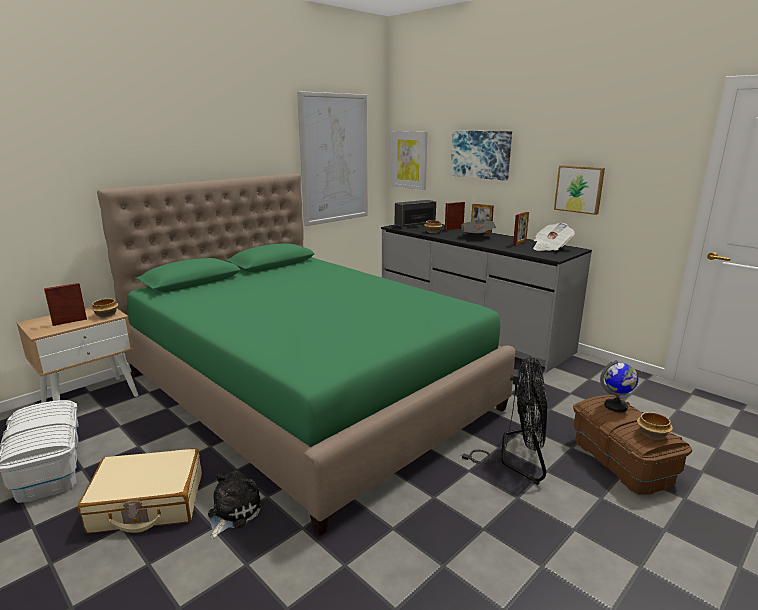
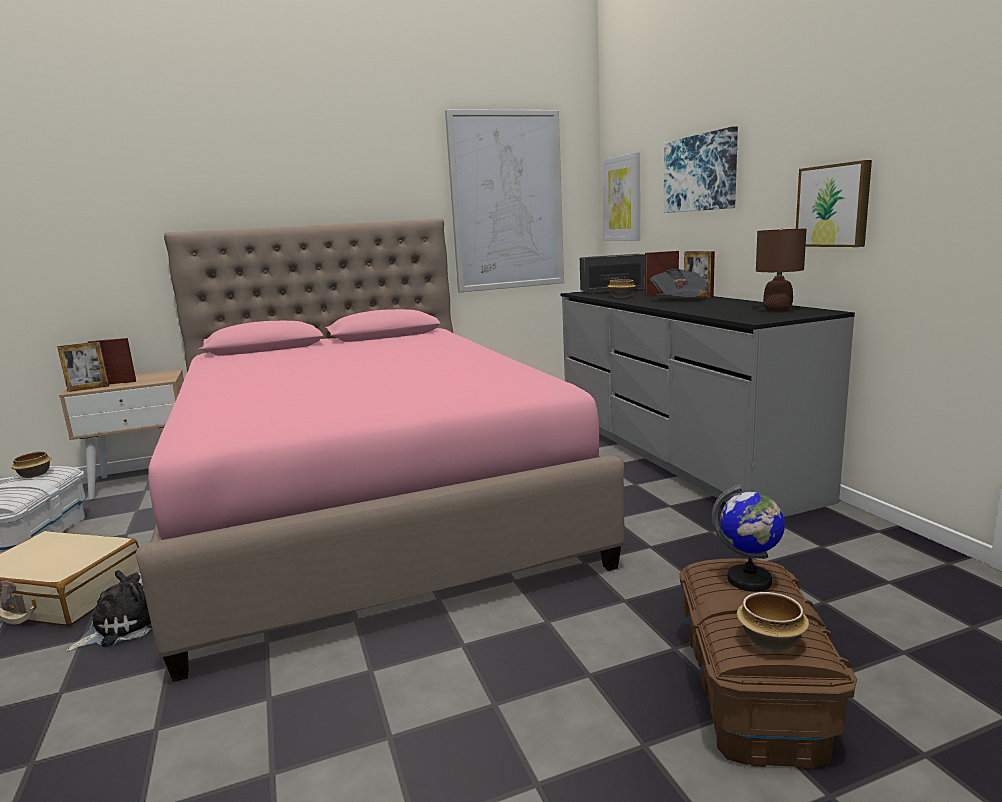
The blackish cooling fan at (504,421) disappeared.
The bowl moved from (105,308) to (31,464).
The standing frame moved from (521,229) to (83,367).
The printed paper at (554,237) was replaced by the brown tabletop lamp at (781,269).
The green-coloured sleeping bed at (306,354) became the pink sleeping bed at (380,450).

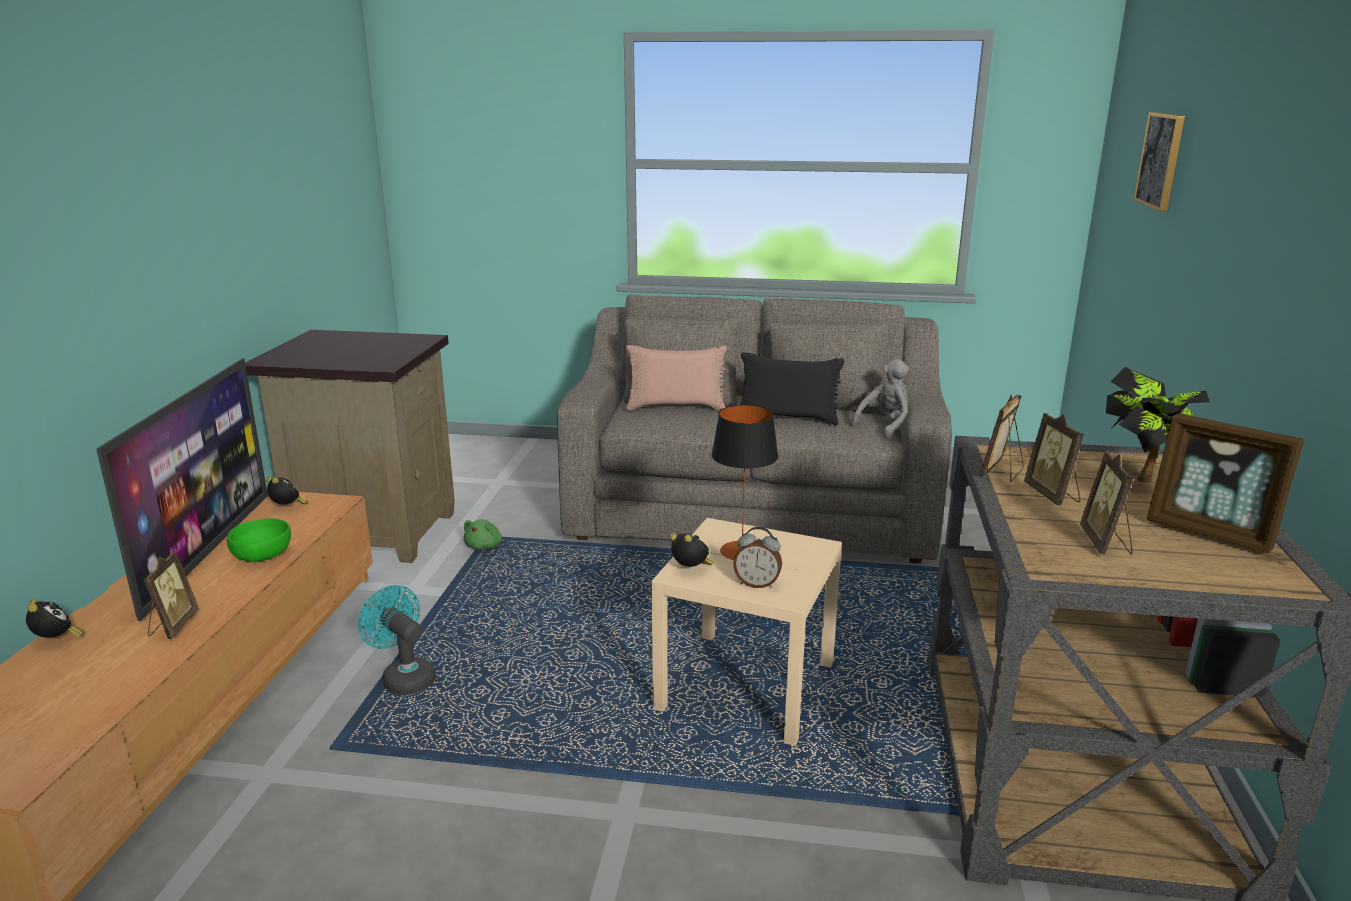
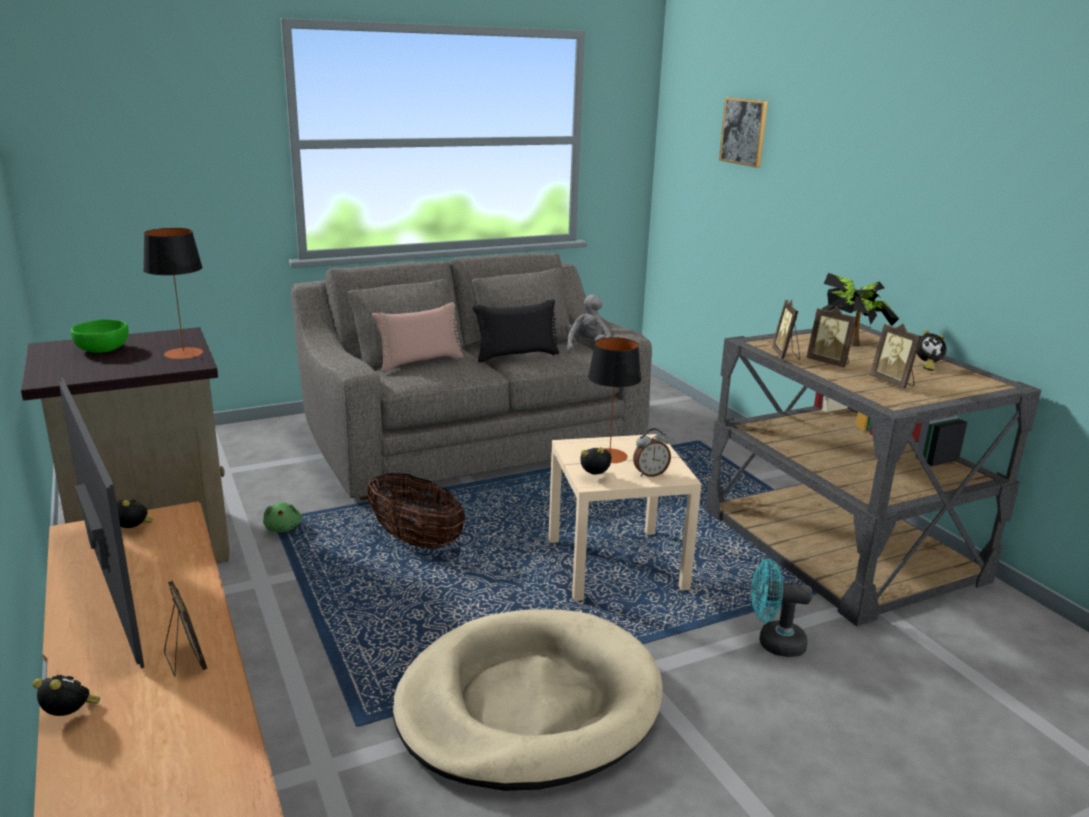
The tabletop lamp at (173,293) appeared.
The basket at (416,511) appeared.
The sand-coloured pet bed at (528,700) appeared.
The green-coloured bowl moved from (259,540) to (100,336).
The turquoise-coloured cooling fan moved from (397,640) to (781,608).
The standing frame at (1225,483) was replaced by the alarm clock at (932,350).

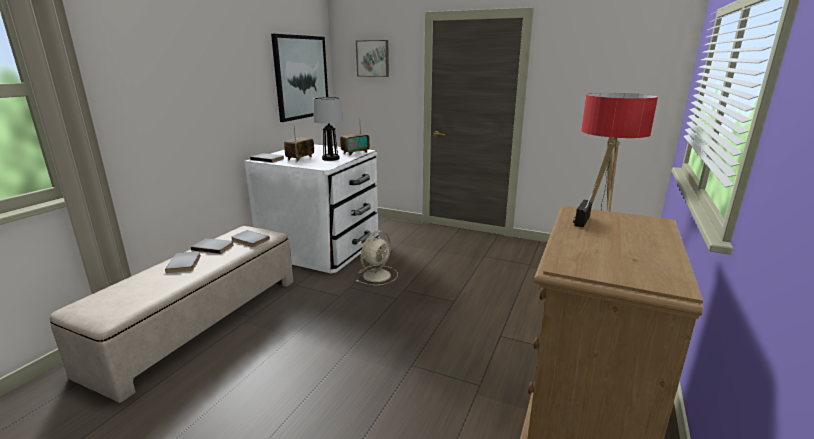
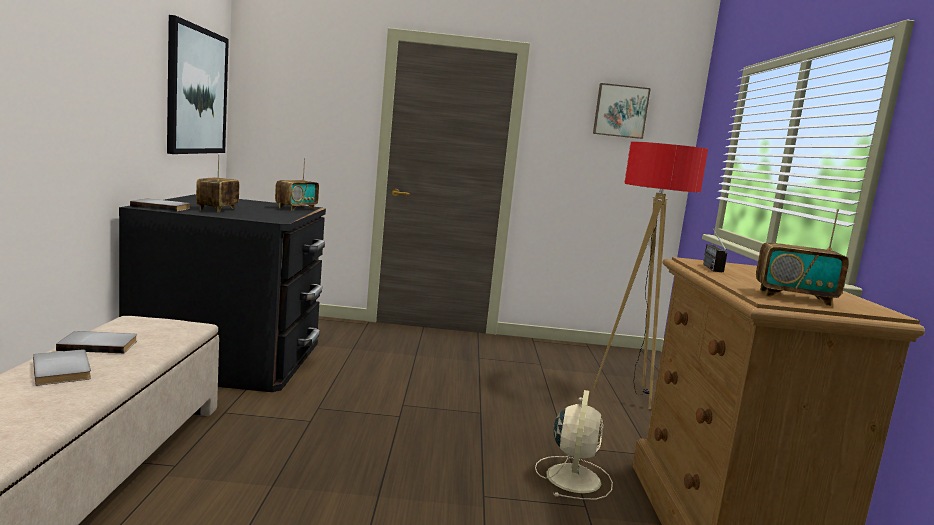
The grey book at (250,238) disappeared.
The tabletop lamp at (328,129) disappeared.
The radio set at (802,257) appeared.
The wall picture moved from (372,58) to (622,111).
The sand-coloured cooling fan moved from (377,258) to (574,445).
The white chest of drawers at (311,208) became the blackish chest of drawers at (222,293).

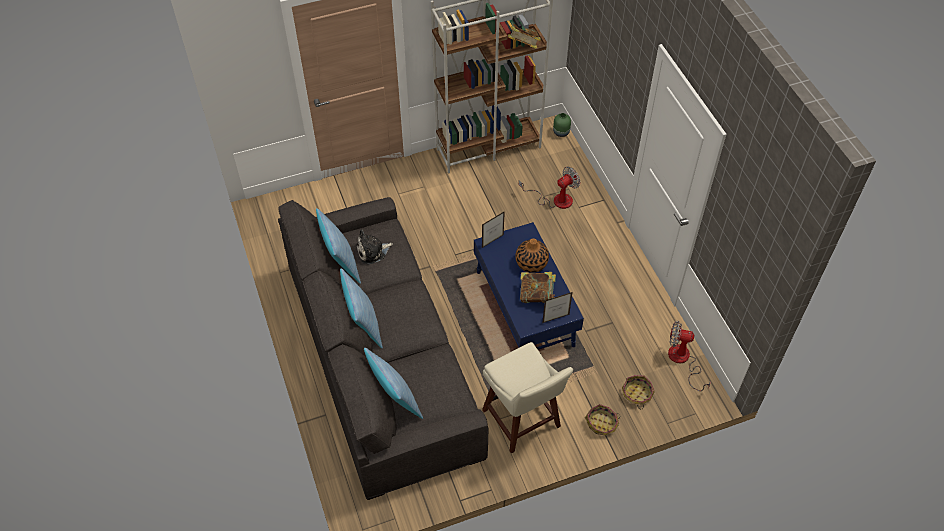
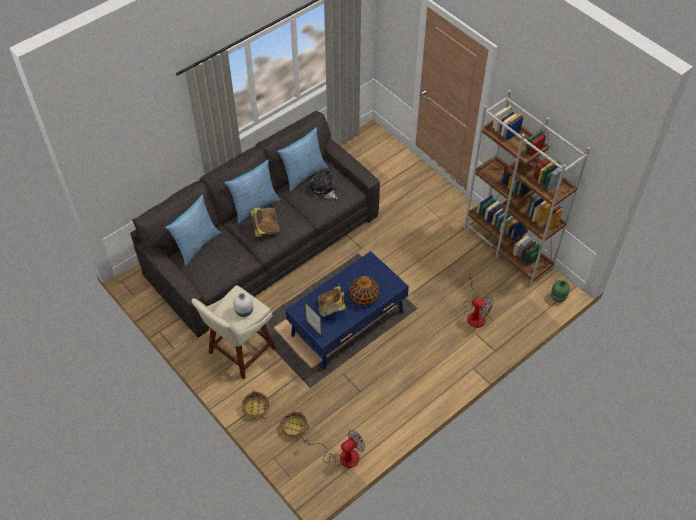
The standing frame at (493,229) disappeared.
The white decorative vase at (243,304) appeared.
The book moved from (524,36) to (265,222).
The cooling fan at (689,356) turned 60 degrees clockwise.

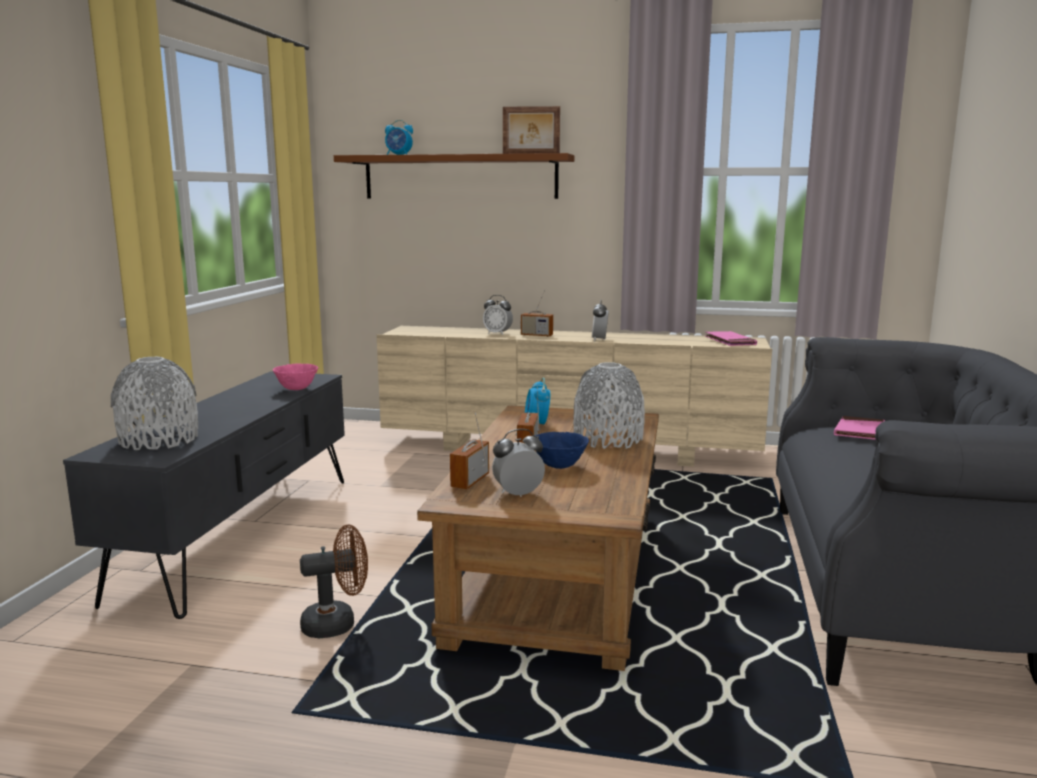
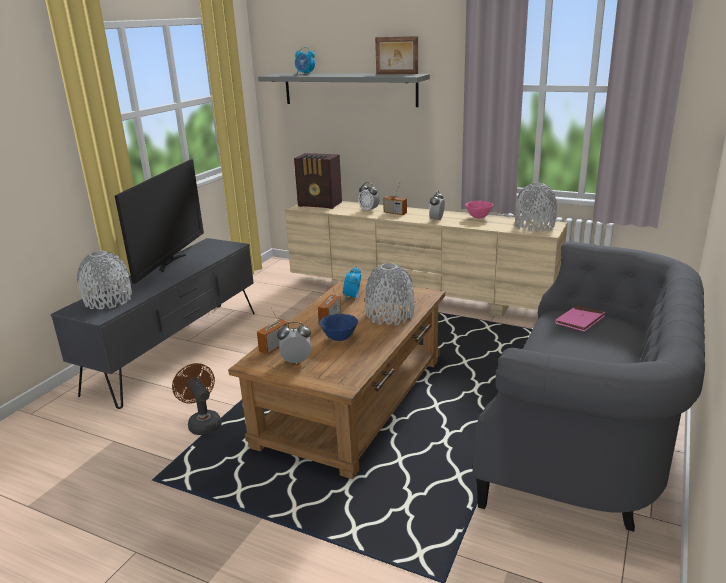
The TV at (159,221) appeared.
The radio set at (318,181) appeared.
The pink bowl moved from (295,377) to (479,209).
The pink book at (731,338) was replaced by the grey decorative vase at (536,207).
The brown bracket shelf at (454,176) became the grey bracket shelf at (344,90).
The brown cooling fan at (334,581) turned 120 degrees counterclockwise.

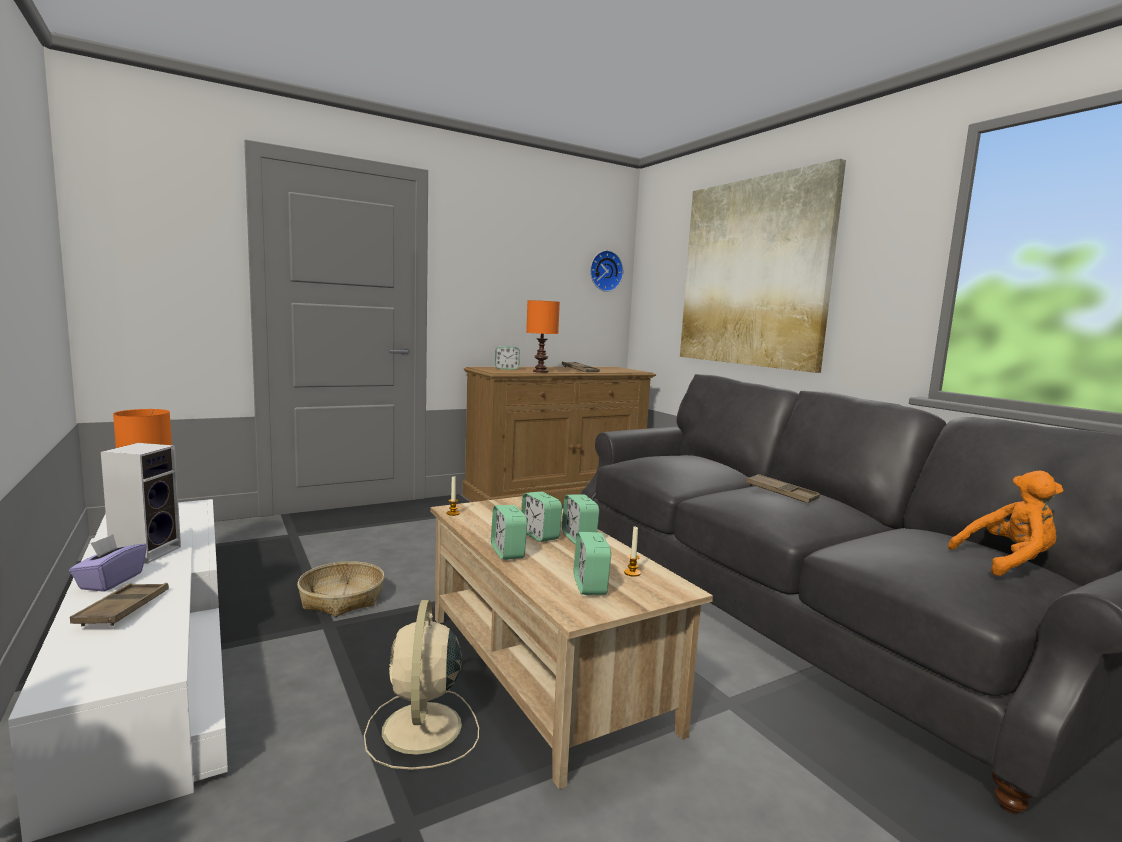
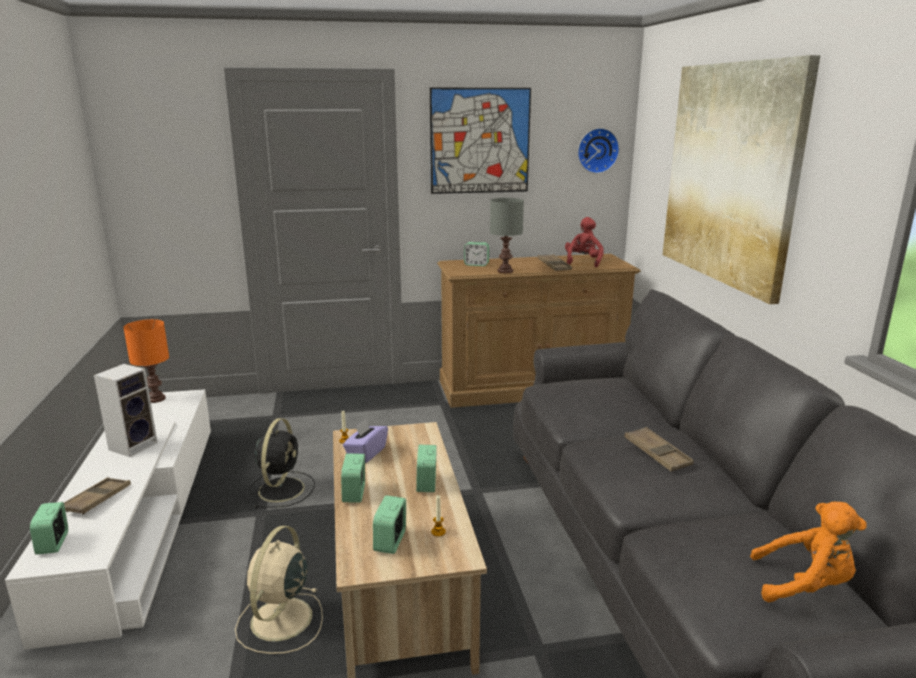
The wall picture at (480,141) appeared.
The reddish soft toy at (584,242) appeared.
The purplish tissue box moved from (108,563) to (365,440).
The alarm clock moved from (541,517) to (49,528).
The basket at (340,589) was replaced by the blackish cooling fan at (282,463).
The orangey tabletop lamp at (543,336) became the grey tabletop lamp at (507,235).

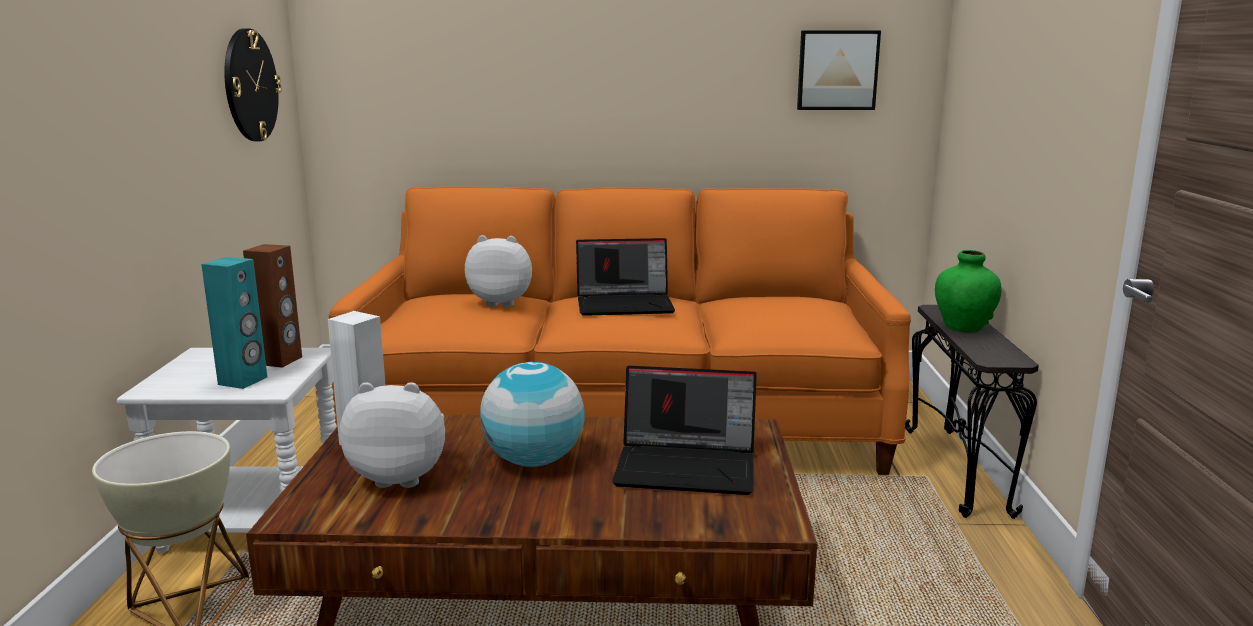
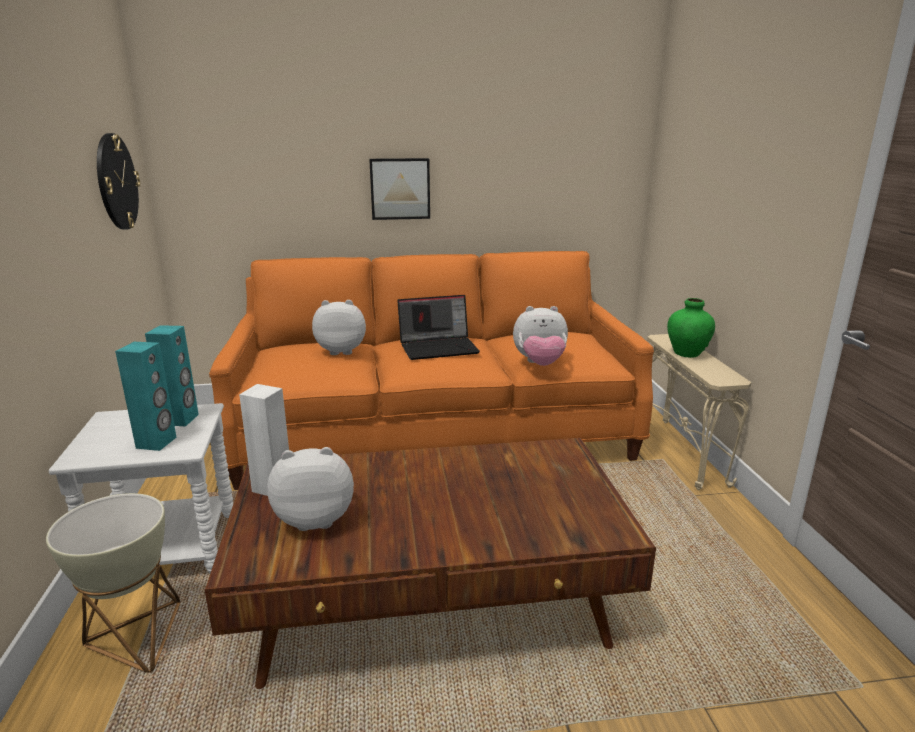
The world globe at (532,414) disappeared.
The notebook computer at (684,430) disappeared.
The soft toy at (540,336) appeared.
The wall picture moved from (839,70) to (399,189).
The brown audio speaker at (272,306) became the turquoise-coloured audio speaker at (172,375).
The blackish accent table at (972,412) became the sand-coloured accent table at (699,412).

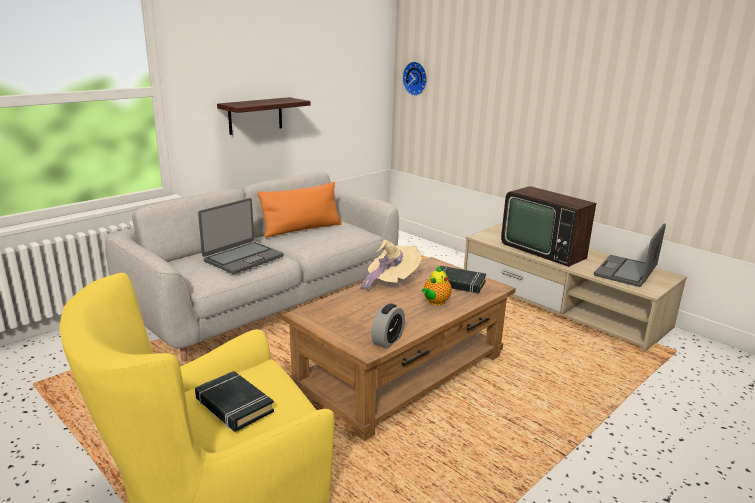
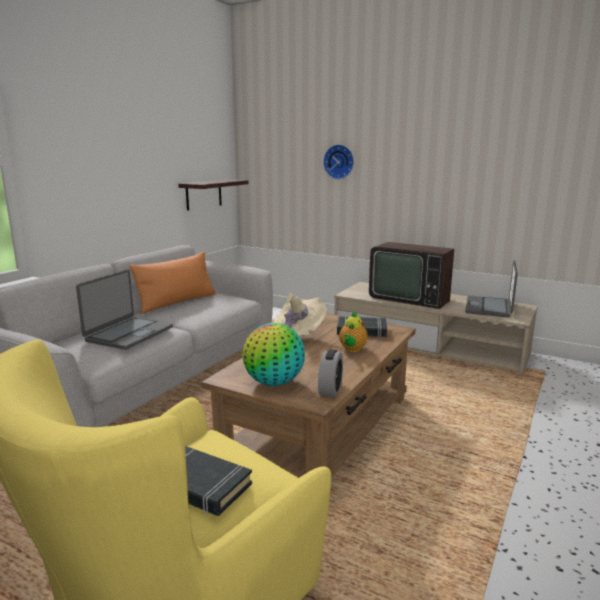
The world globe at (273,354) appeared.
The bracket shelf moved from (263,116) to (213,195).
The hanging clock moved from (414,78) to (338,162).

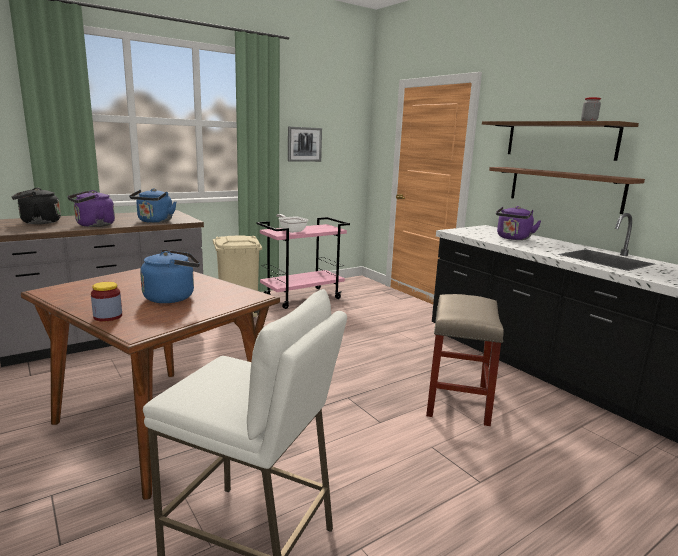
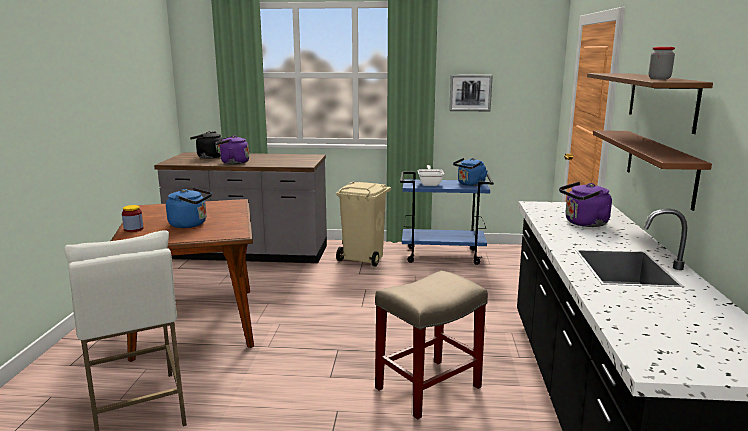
The bluish tea kettle moved from (152,205) to (470,172).
The pink trolley at (303,263) became the bluish trolley at (447,218).

